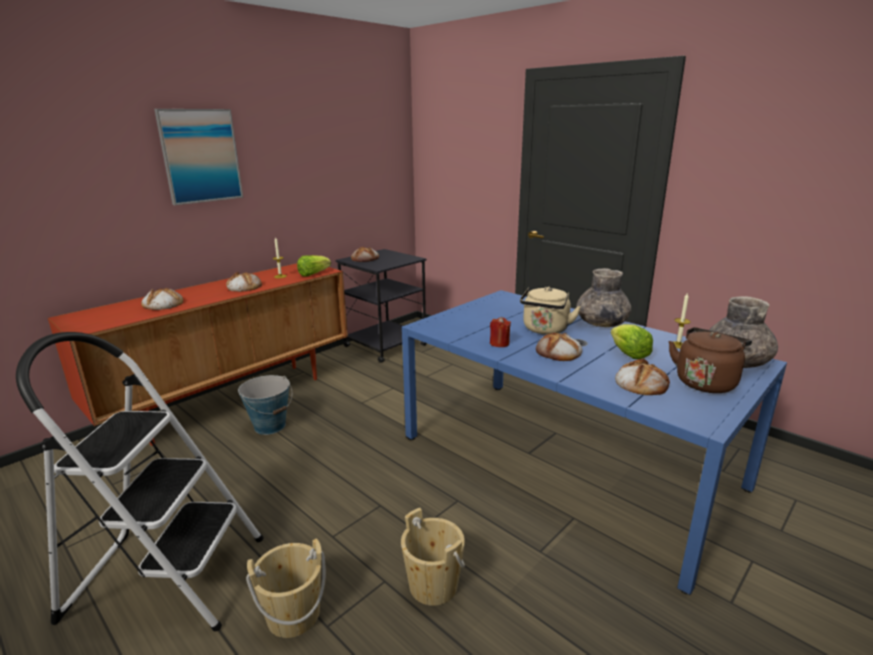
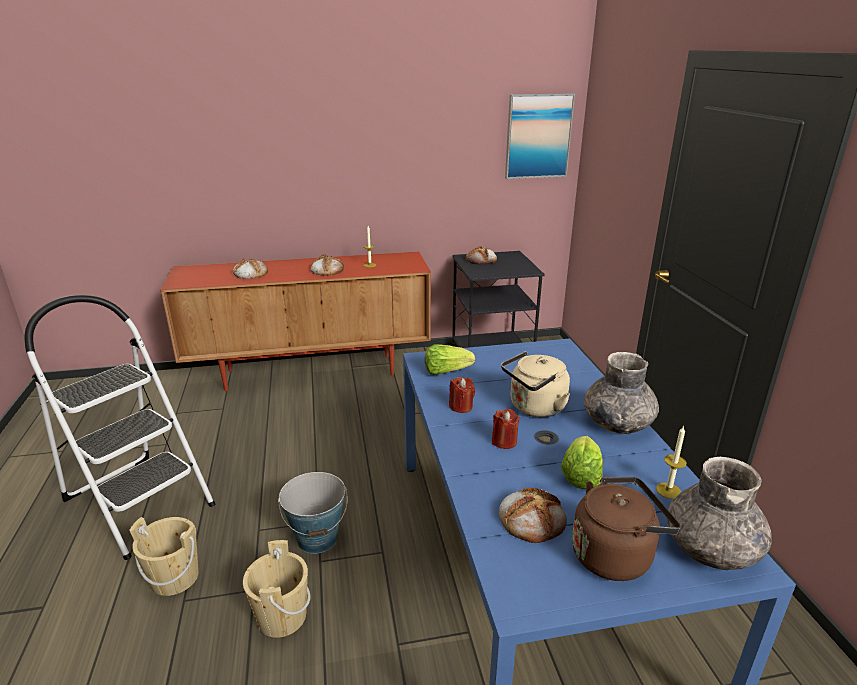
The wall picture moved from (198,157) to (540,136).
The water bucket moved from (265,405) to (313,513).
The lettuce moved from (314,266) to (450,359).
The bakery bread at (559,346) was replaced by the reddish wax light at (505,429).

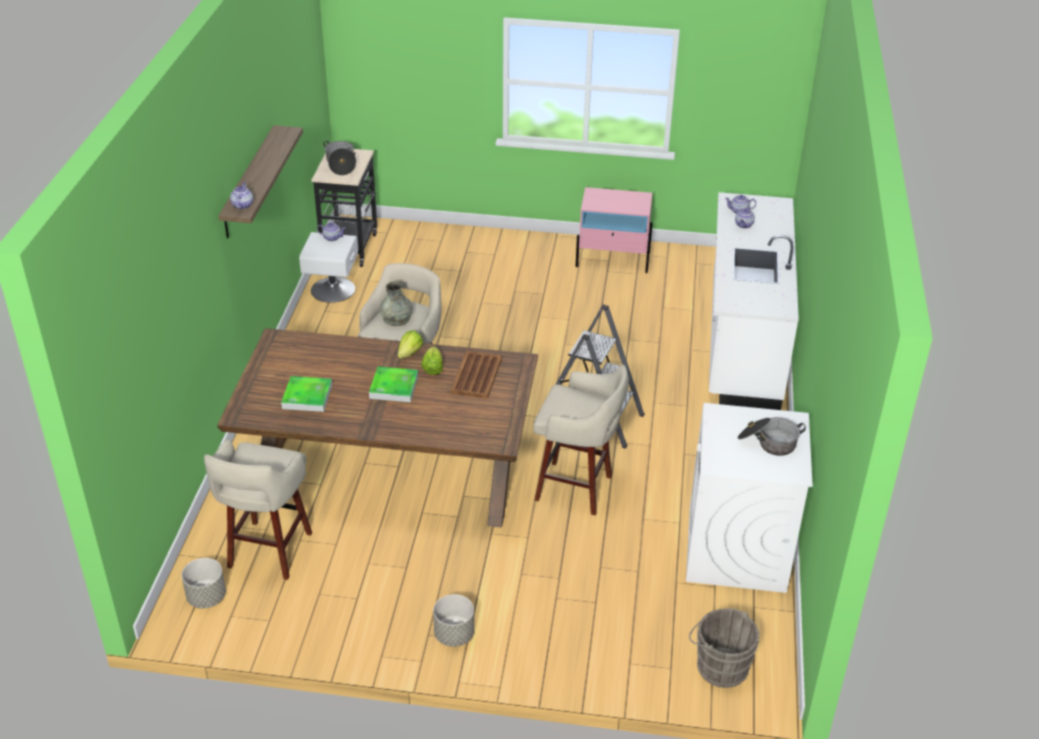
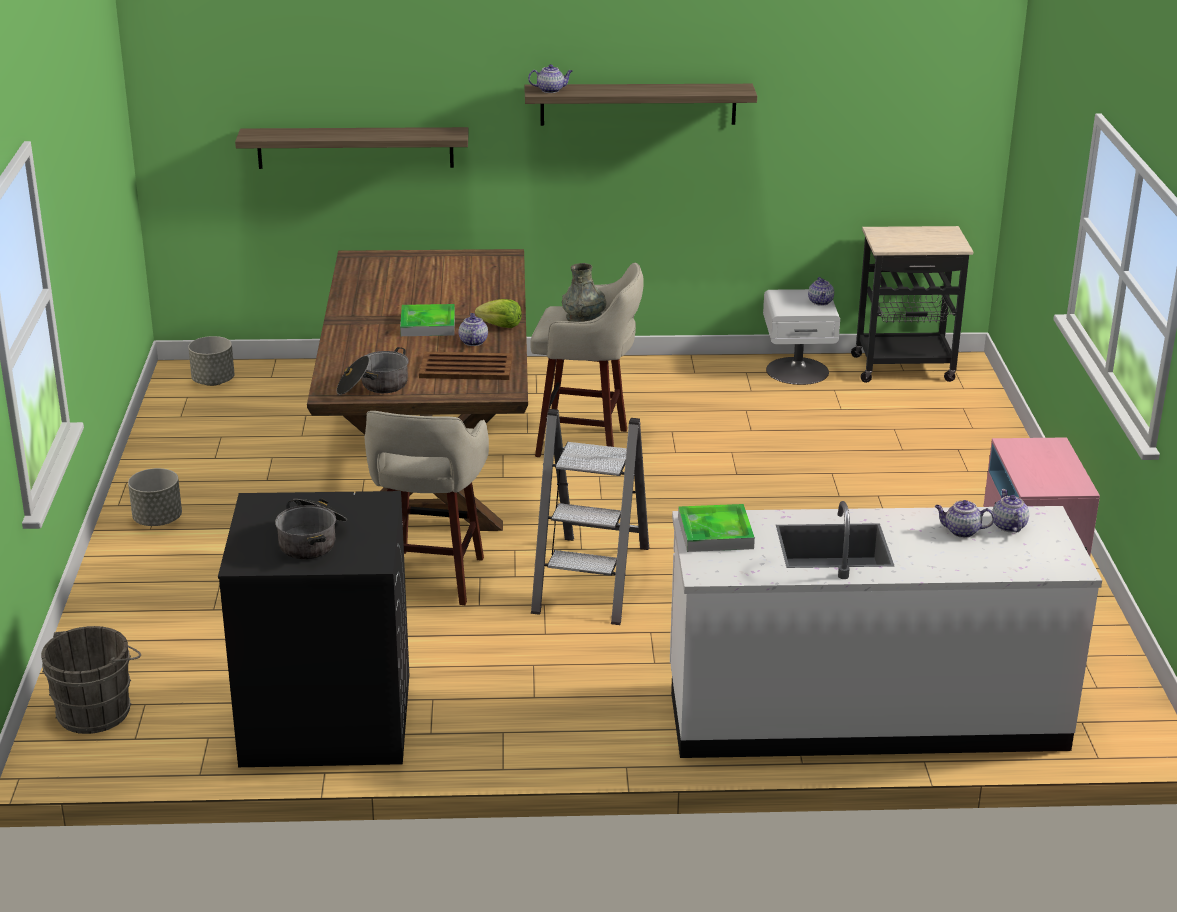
The sand-coloured sitting stool at (258,509) disappeared.
The bracket shelf at (352,148) appeared.
The carrying tray moved from (306,394) to (716,528).
The stockpot moved from (339,158) to (373,371).
The lettuce at (432,360) was replaced by the tea pot at (473,329).
The white laundry appliance at (749,498) became the blackish laundry appliance at (313,629).

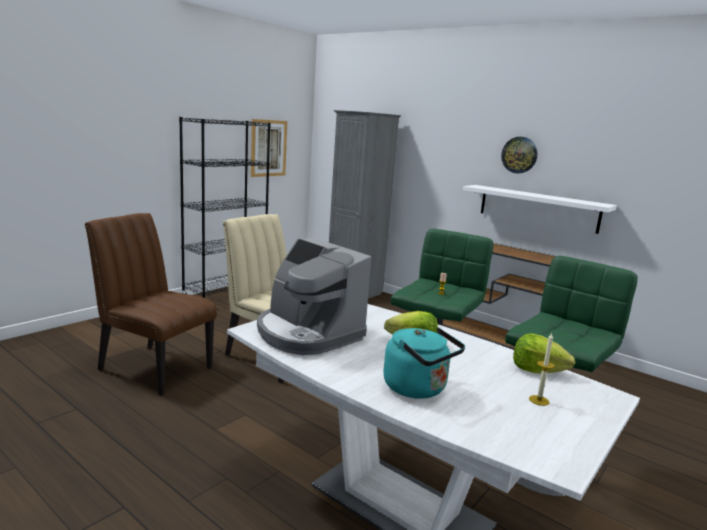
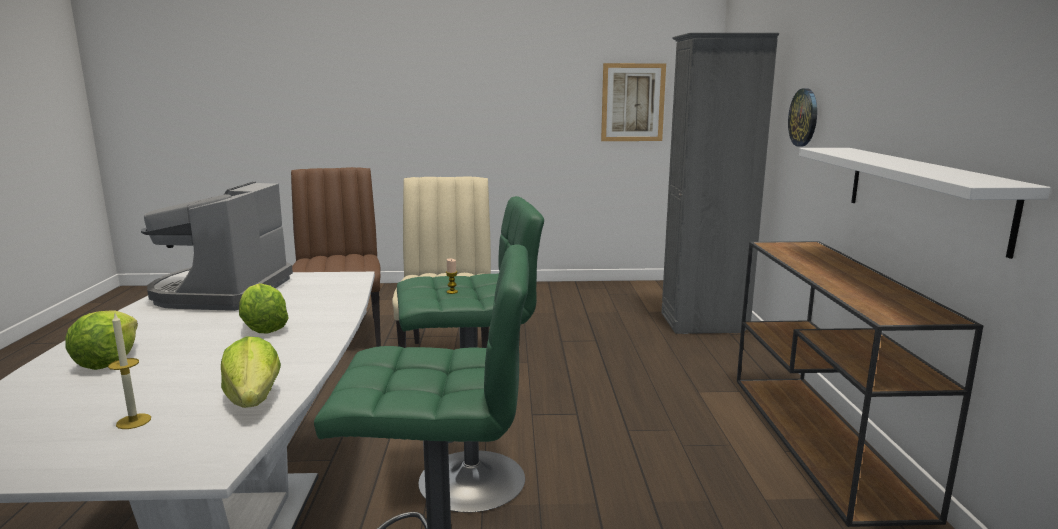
The blackish bookcase at (225,207) disappeared.
The hanging clock moved from (519,155) to (802,117).
The turquoise-coloured tea kettle at (424,363) was replaced by the lettuce at (101,340).

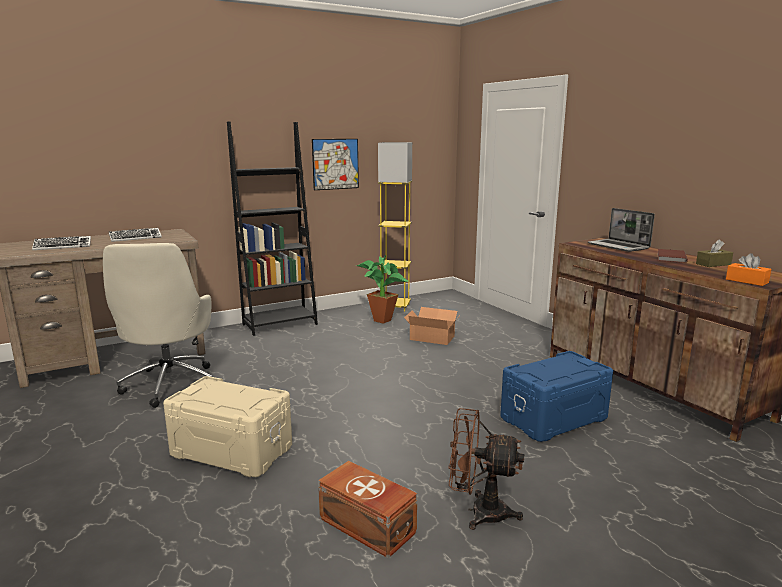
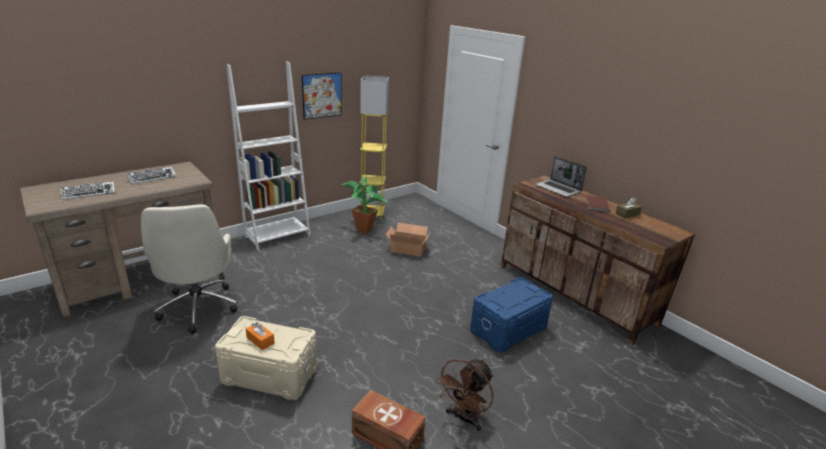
The orangey tissue box moved from (748,269) to (260,336).
The blackish bookcase at (272,229) became the white bookcase at (269,156).
The brown cooling fan at (486,469) turned 60 degrees counterclockwise.

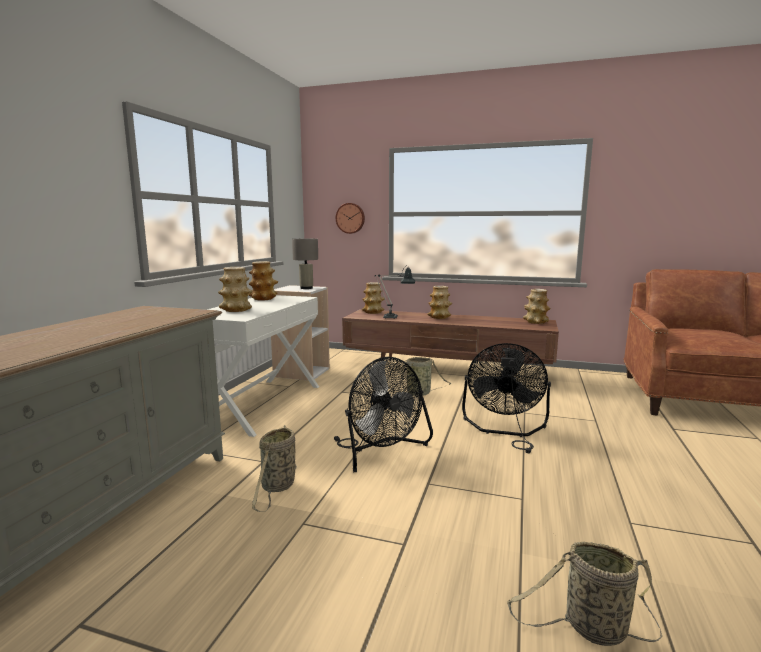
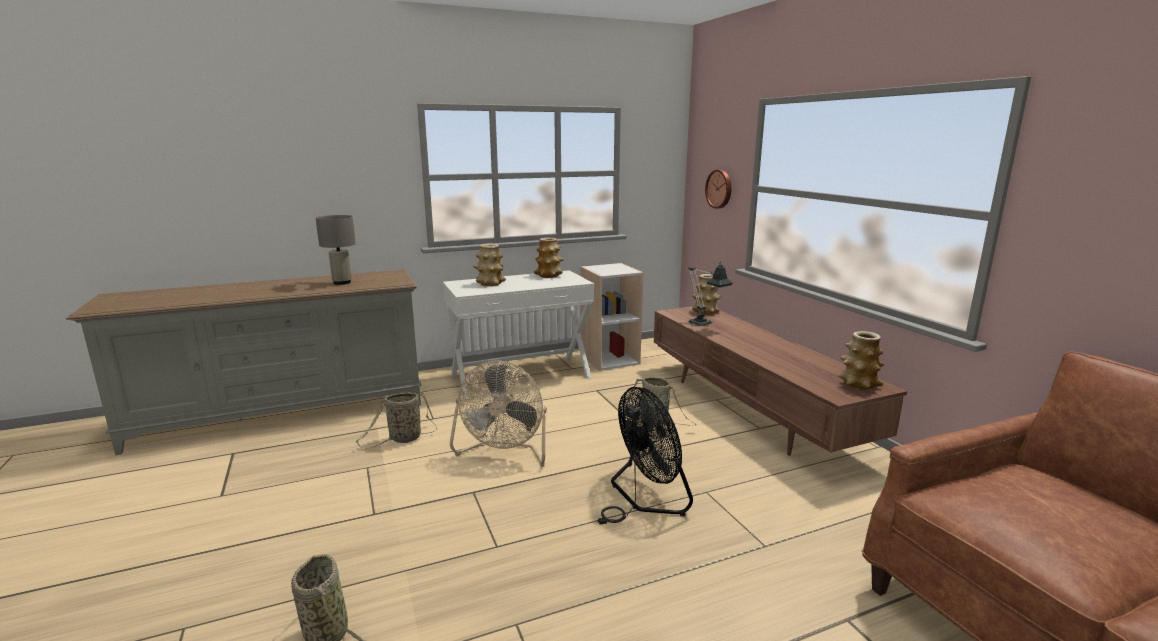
The decorative vase at (439,302) disappeared.
The grey tabletop lamp moved from (305,264) to (336,250).
The blackish cooling fan at (383,414) became the sand-coloured cooling fan at (498,414).

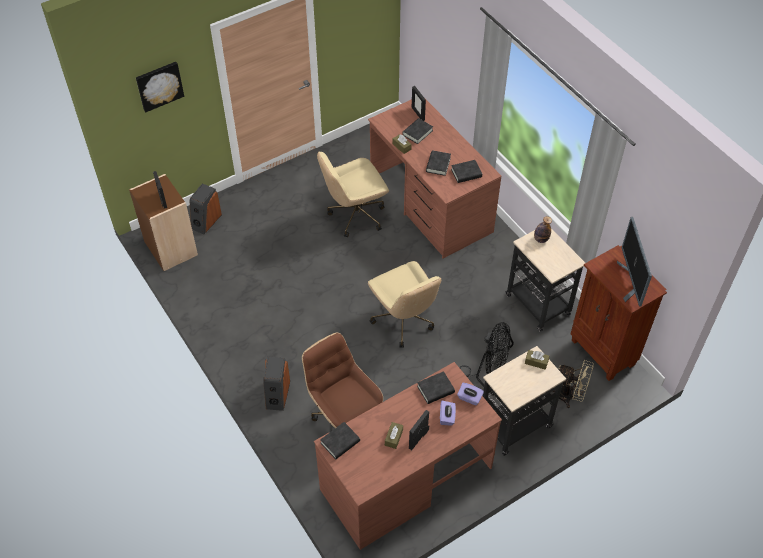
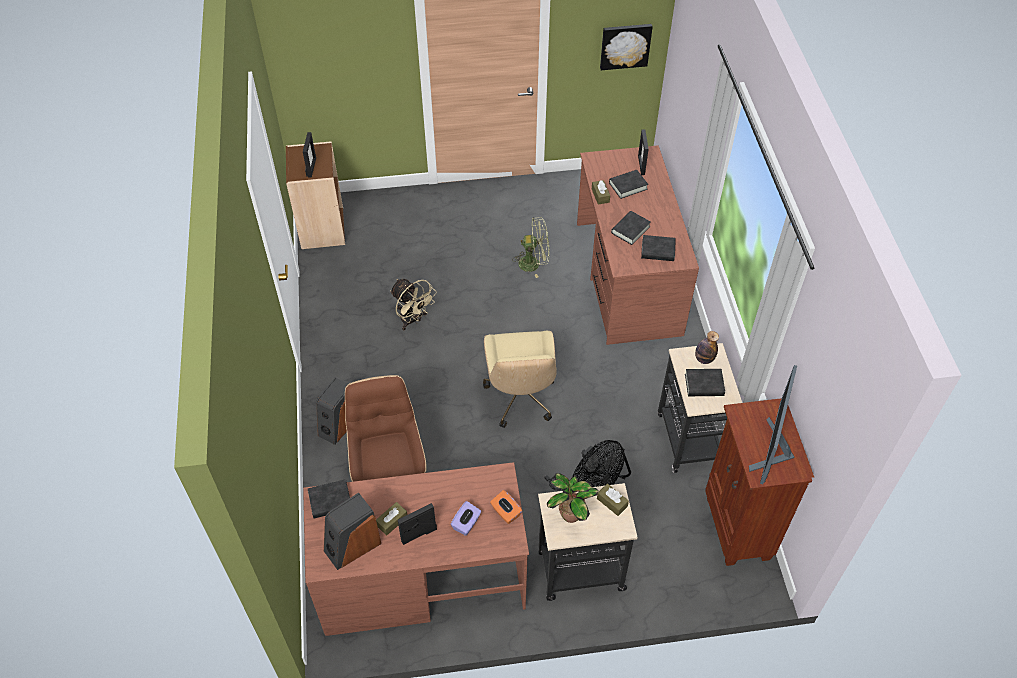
The potted plant at (572,498) appeared.
The wall picture moved from (160,87) to (626,47).
The audio speaker moved from (206,209) to (352,531).
The blackish book moved from (436,387) to (705,382).
The sand-coloured cooling fan moved from (573,384) to (413,304).
The sand-coloured computer chair at (353,194) was replaced by the green-coloured cooling fan at (530,247).
The purplish tissue box at (470,394) became the orangey tissue box at (506,507).

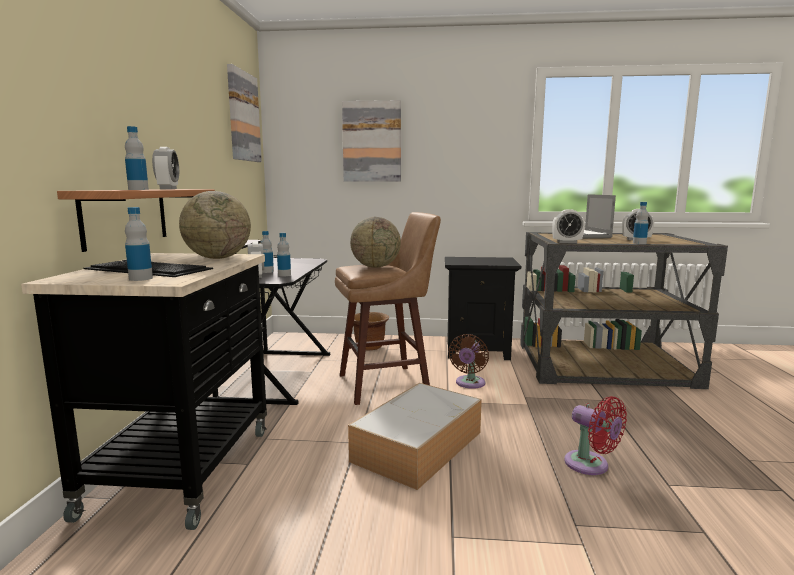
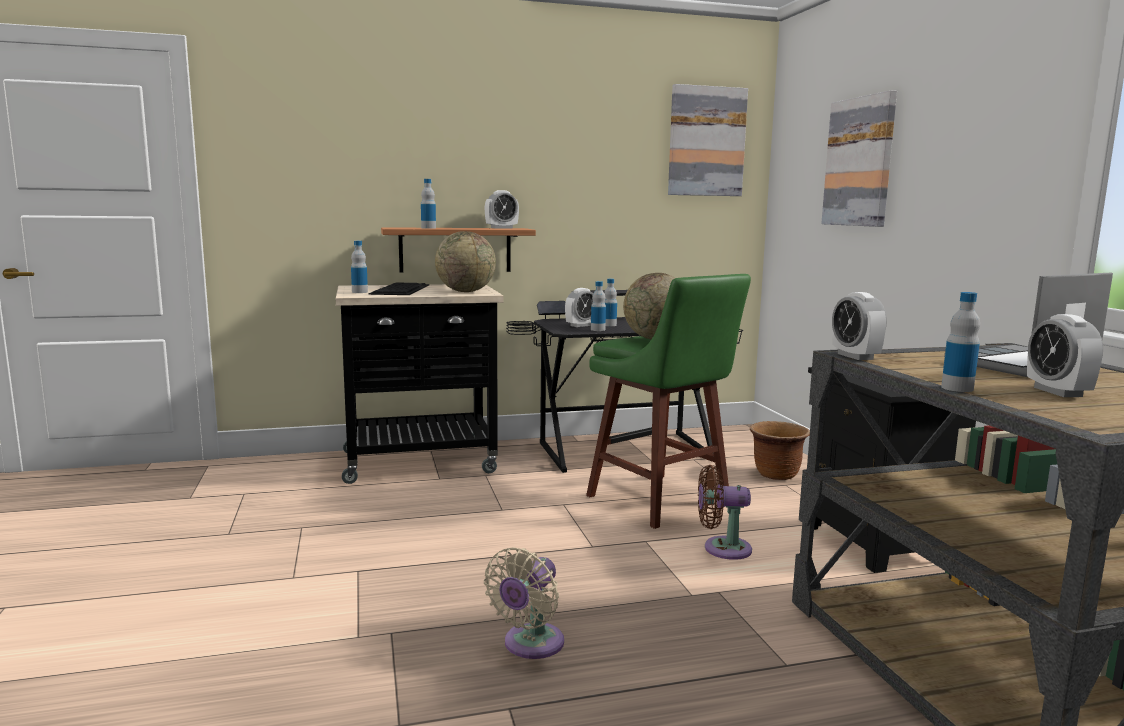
The storage container at (415,436) disappeared.
The brown sitting stool at (388,308) became the green-coloured sitting stool at (668,401).
The reddish cooling fan at (595,435) became the sand-coloured cooling fan at (524,603).

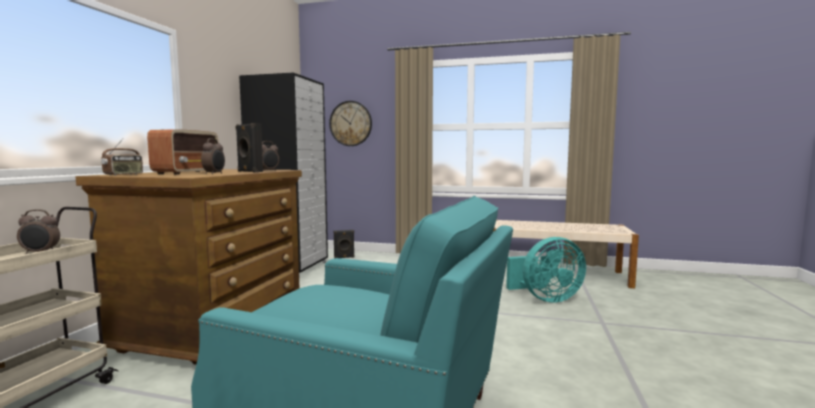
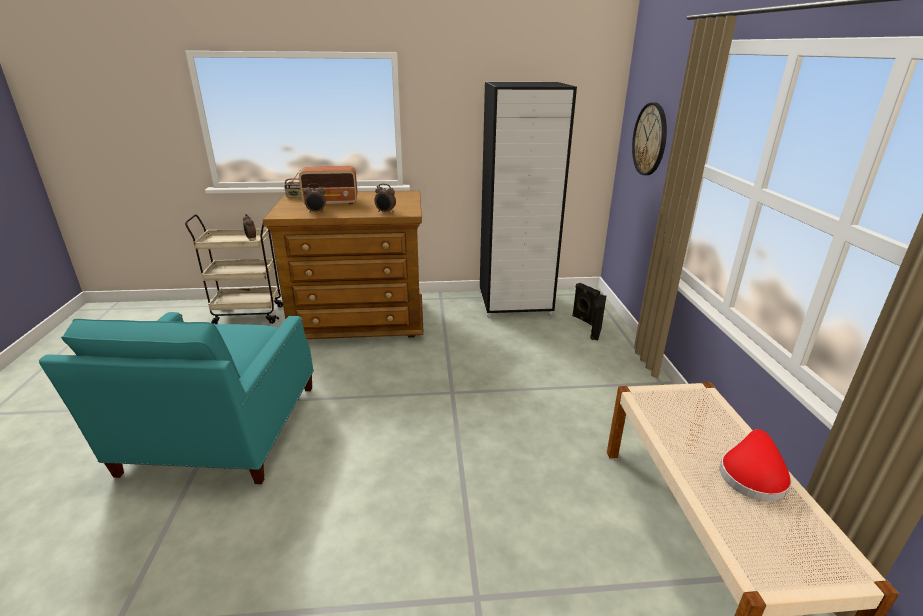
The turquoise-coloured cooling fan at (546,270) disappeared.
The reddish clothing hat at (756,465) appeared.
The blackish audio speaker moved from (249,148) to (598,317).

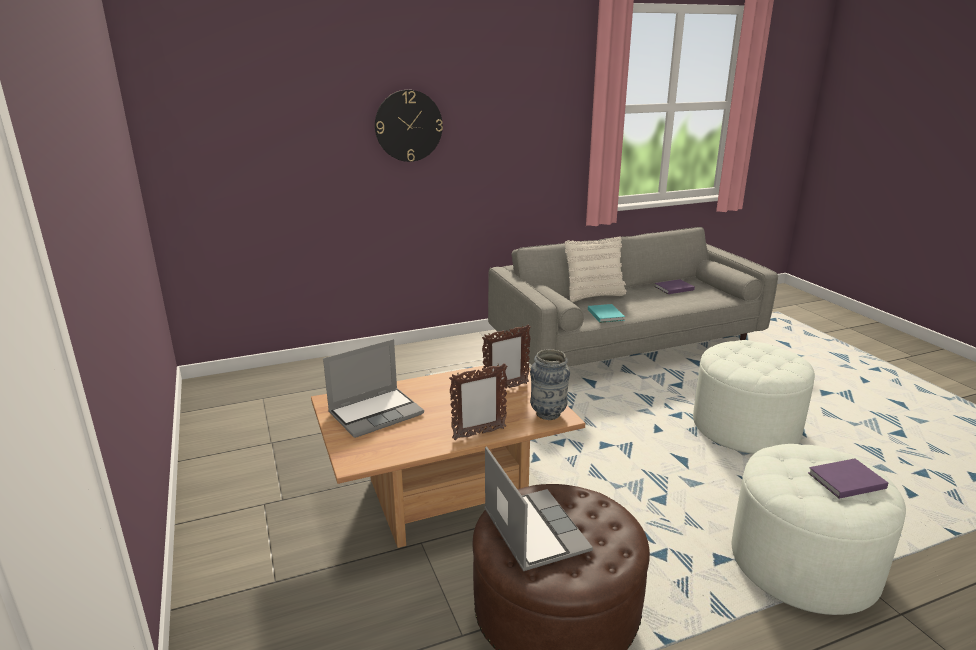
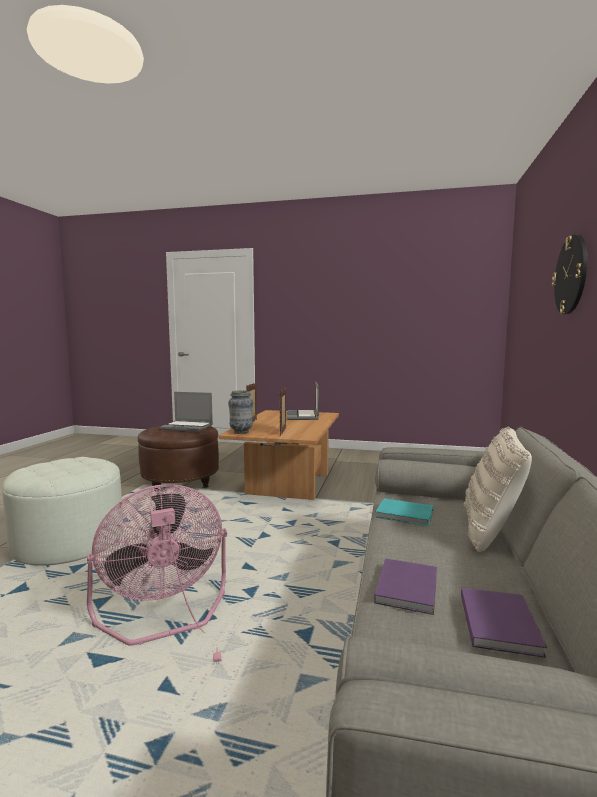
The purplish book moved from (848,479) to (405,586).
The white footrest at (754,397) was replaced by the pink cooling fan at (157,573).

